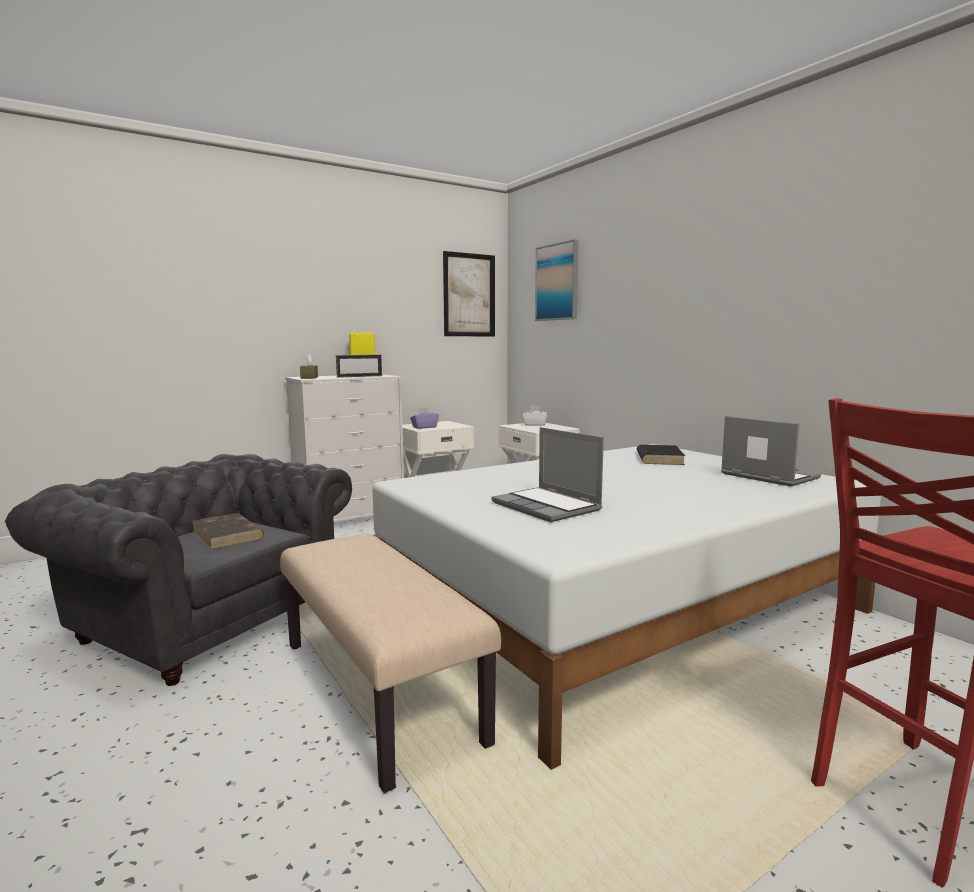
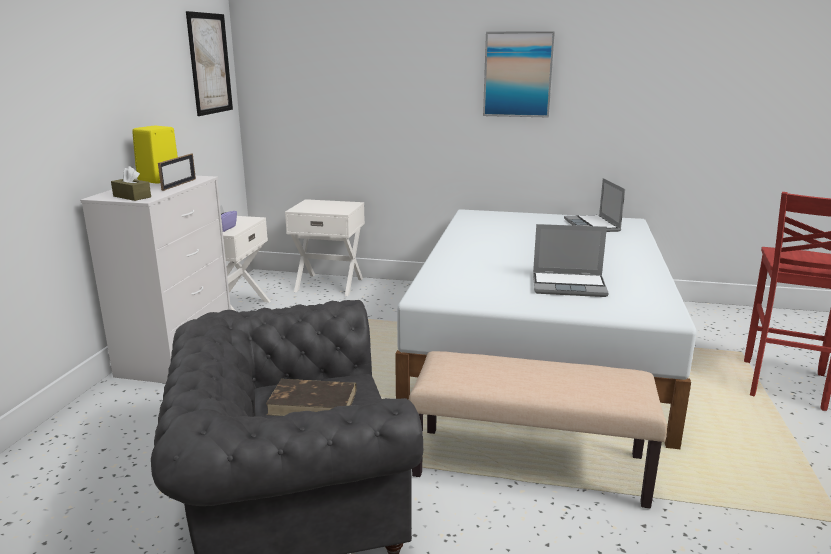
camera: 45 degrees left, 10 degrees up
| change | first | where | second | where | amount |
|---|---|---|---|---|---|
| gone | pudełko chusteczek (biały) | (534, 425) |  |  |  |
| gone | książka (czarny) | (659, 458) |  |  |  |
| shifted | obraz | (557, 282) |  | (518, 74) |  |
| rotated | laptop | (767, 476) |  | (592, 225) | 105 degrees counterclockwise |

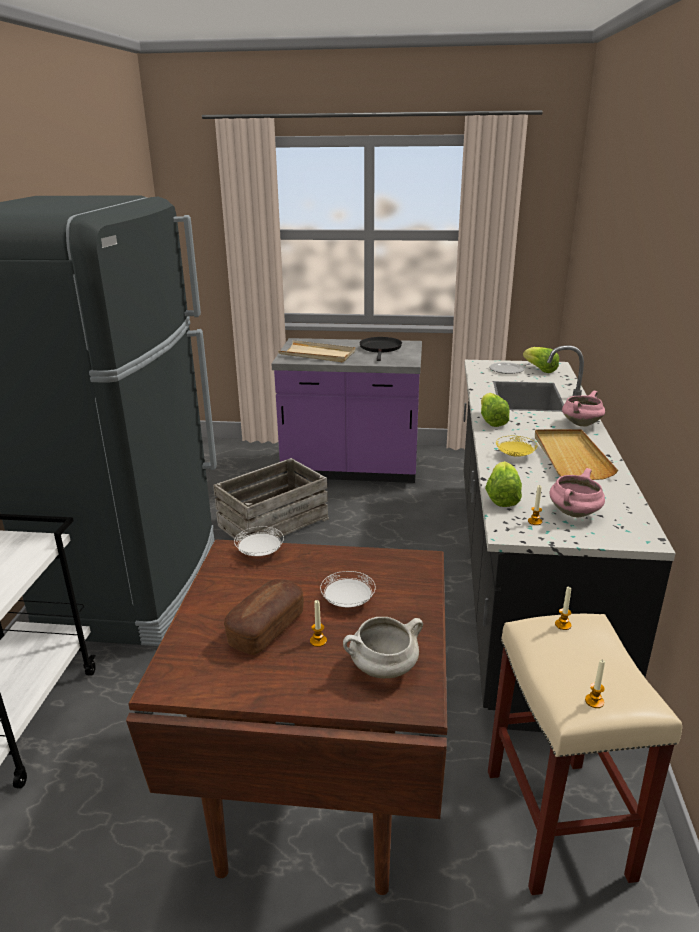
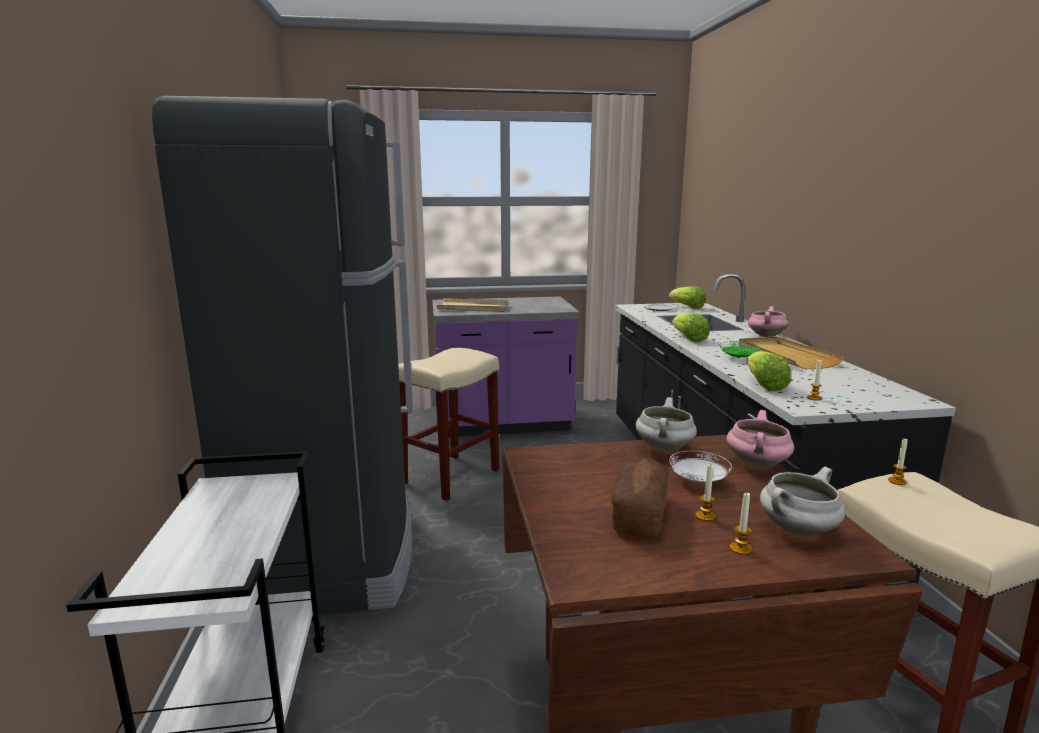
camera: 15 degrees left, 10 degrees down
| change | first | where | second | where | amount |
|---|---|---|---|---|---|
| gone | talerz (biały) | (260, 553) |  |  |  |
| gone | patelnia (czarny) | (380, 348) |  |  |  |
| new |  |  | garnek (biały) | (665, 449) |  |
| shifted | garnek (różowy) | (574, 514) |  | (758, 465) |  |
| shifted | świeca | (594, 701) |  | (740, 549) |  |
| swapped | skrzynka | (273, 522) | stołek (beżowy) | (451, 476) |  |
| repainted | talerz (żółty) | (514, 456) | talerz (zielony) | (738, 358) |  |

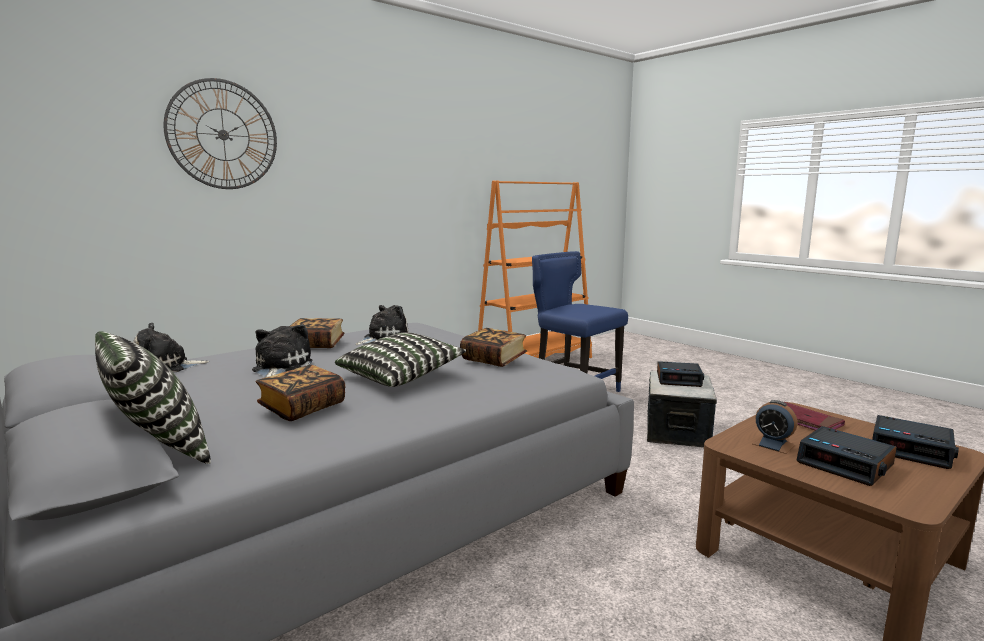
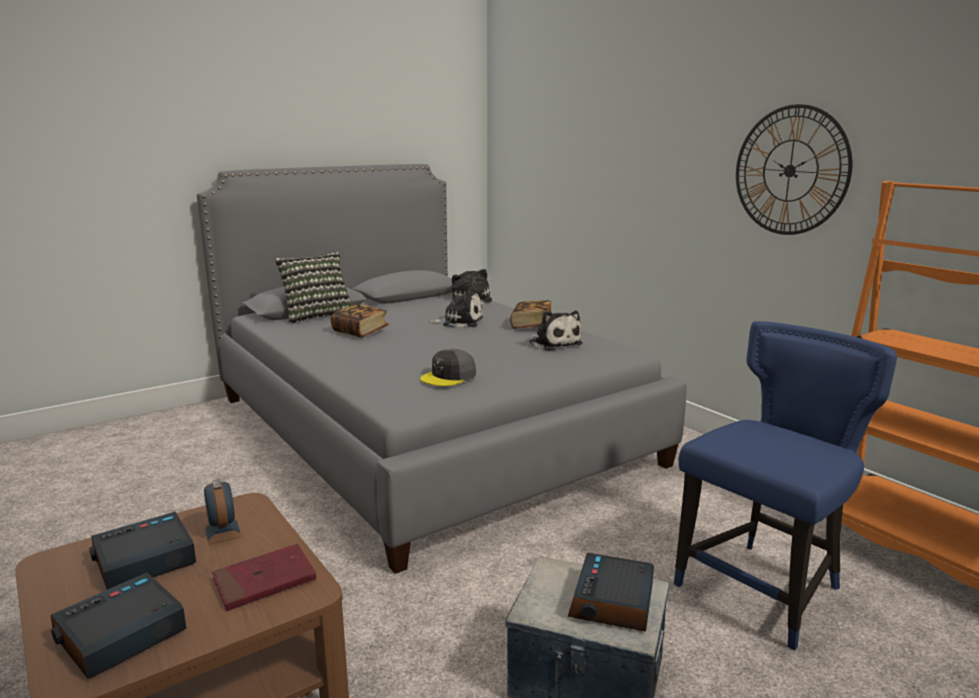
camera: 95 degrees right, 5 degrees up
| change | first | where | second | where | amount |
|---|---|---|---|---|---|
| gone | poduszka | (401, 376) |  |  |  |
| shifted | zegar ścienny | (223, 135) |  | (790, 171) |  |
| swapped | książka | (493, 360) | czapka z daszkiem (szary) | (449, 376) |  |
| rotated | budzik | (773, 445) |  | (222, 531) | 105 degrees clockwise |

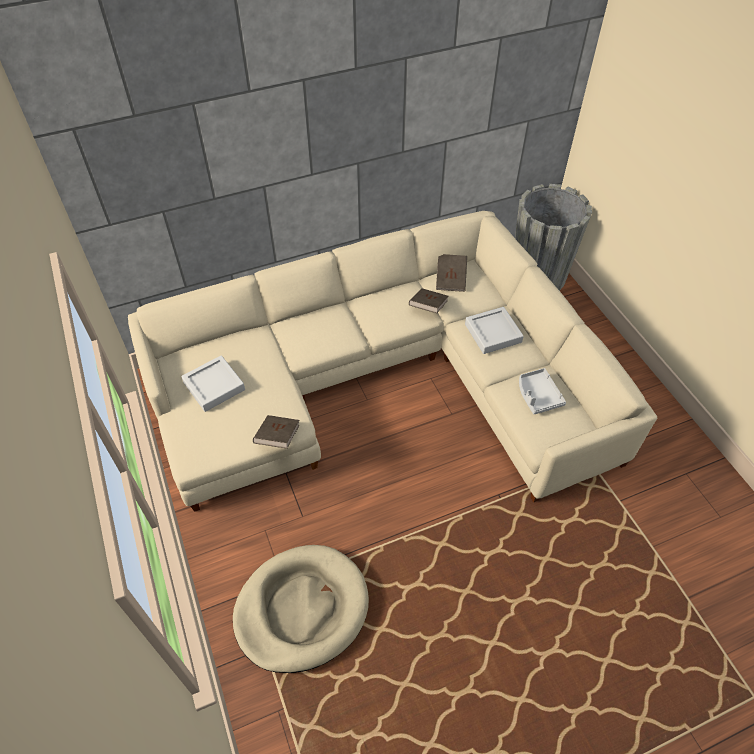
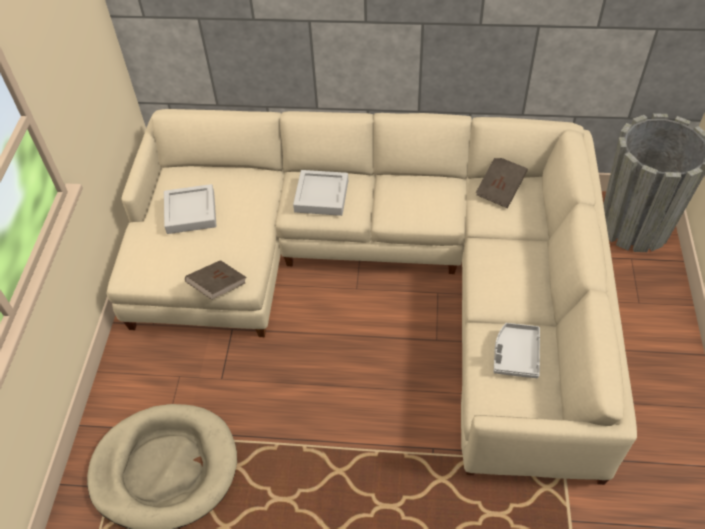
camera: 30 degrees right, 0 degrees up
| change | first | where | second | where | amount |
|---|---|---|---|---|---|
| gone | książka (brązowy) | (428, 307) |  |  |  |
| shifted | taca (szary) | (493, 333) |  | (321, 196) |  |

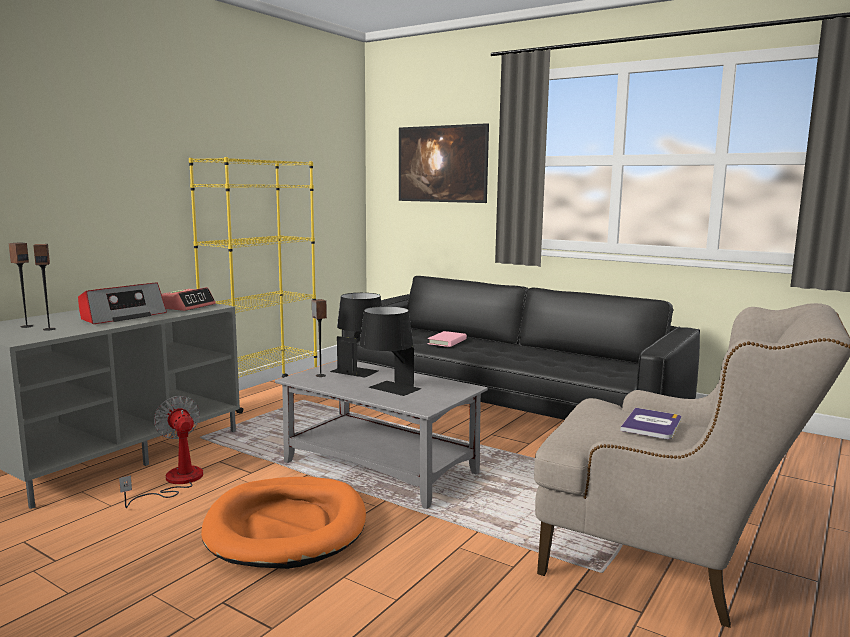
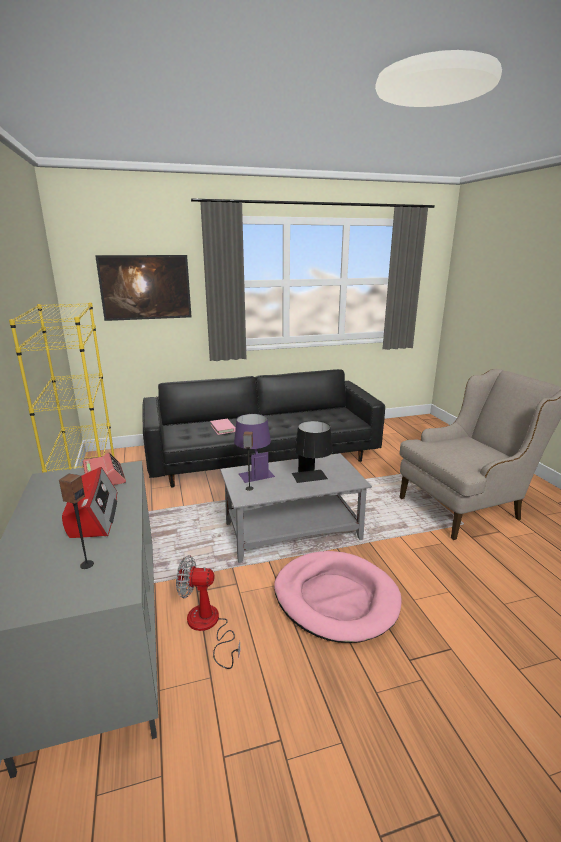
camera: 50 degrees left, 10 degrees up
| change | first | where | second | where | amount |
|---|---|---|---|---|---|
| gone | głośnik | (26, 326) |  |  |  |
| gone | książka | (651, 424) |  |  |  |
| repainted | legowisko (pomarańczowy) | (287, 527) | legowisko (różowy) | (336, 598) |  |
| repainted | lampa stołowa (czarny) | (359, 369) | lampa stołowa (fioletowy) | (253, 472) |  |

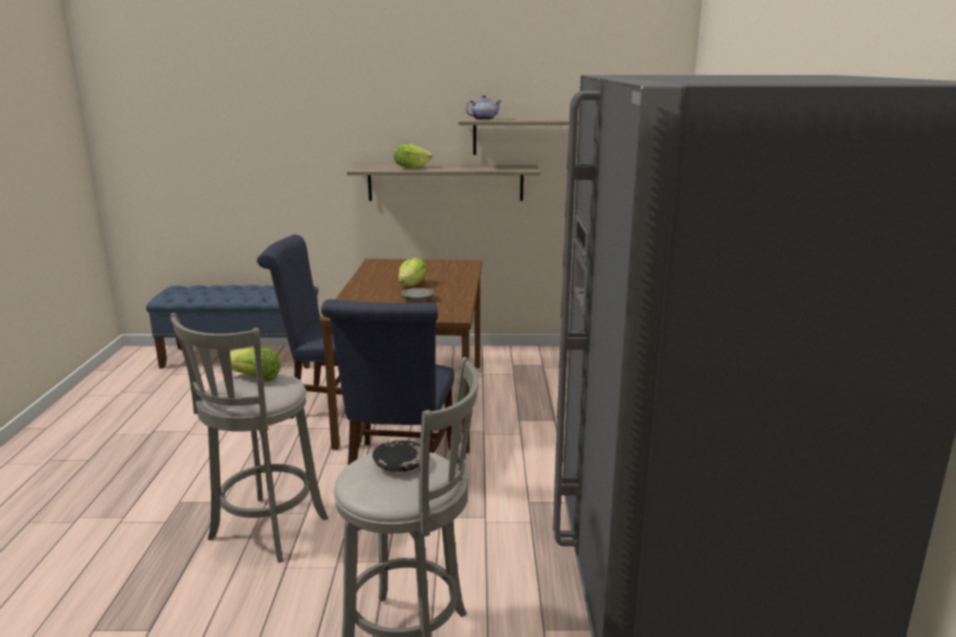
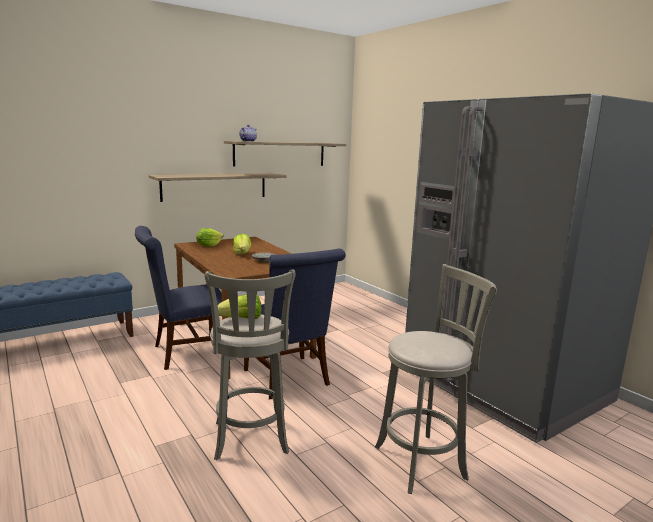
camera: 35 degrees left, 5 degrees down
| change | first | where | second | where | amount |
|---|---|---|---|---|---|
| gone | talerz (czarny) | (400, 464) |  |  |  |
| shifted | sałata | (411, 168) |  | (208, 246) |  |

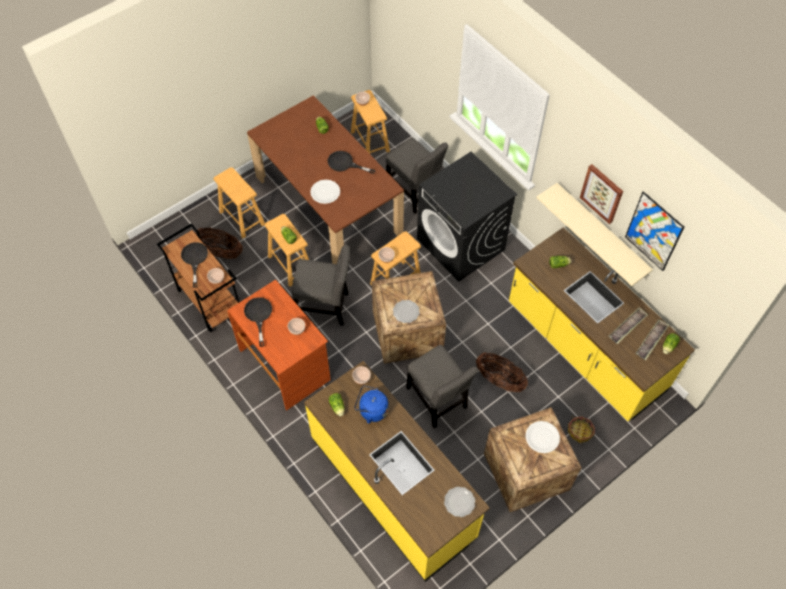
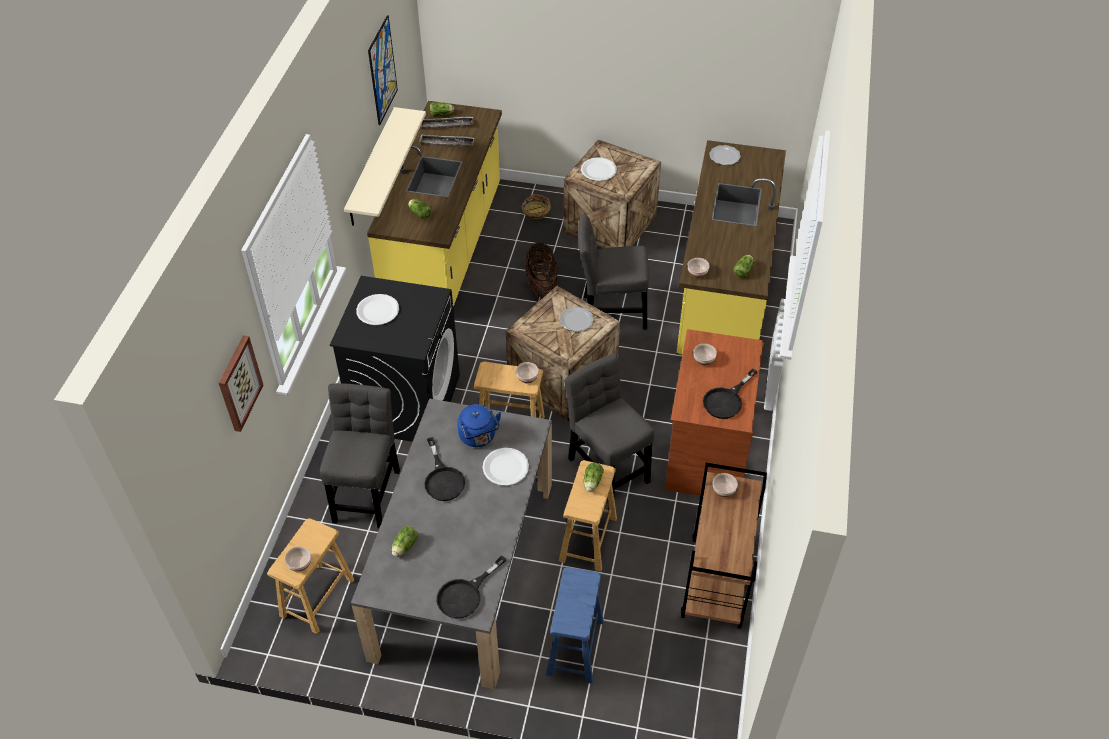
camera: 130 degrees left, 10 degrees down
| change | first | where | second | where | amount |
|---|---|---|---|---|---|
| gone | koszyk | (220, 252) |  |  |  |
| new |  |  | talerz (biały) | (378, 311) |  |
| shifted | patelnia (czarny) | (194, 259) |  | (465, 594) |  |
| shifted | czajnik (niebieski) | (371, 410) |  | (478, 437) |  |
| shifted | obraz | (602, 193) |  | (238, 383) |  |
| repainted | stołek (brązowy) | (242, 218) | stołek (niebieski) | (575, 647) |  |
| repainted | stół jadalny (brązowy) | (327, 204) | stół jadalny (szary) | (465, 568) |  |
| rotated | krzesło (szary) | (437, 400) |  | (610, 313) | 105 degrees counterclockwise |

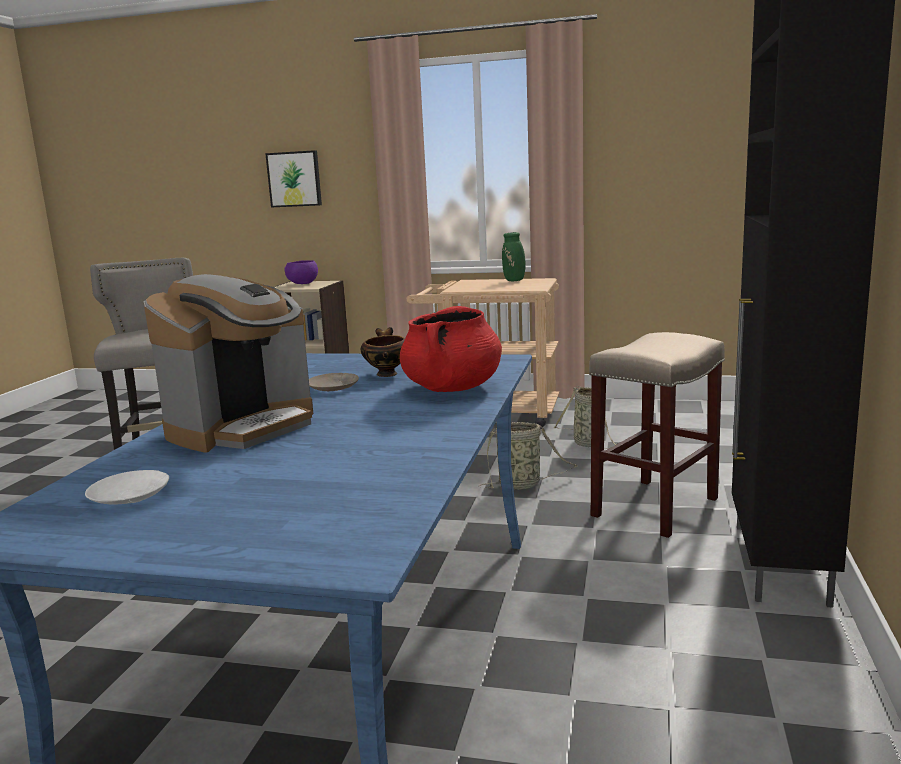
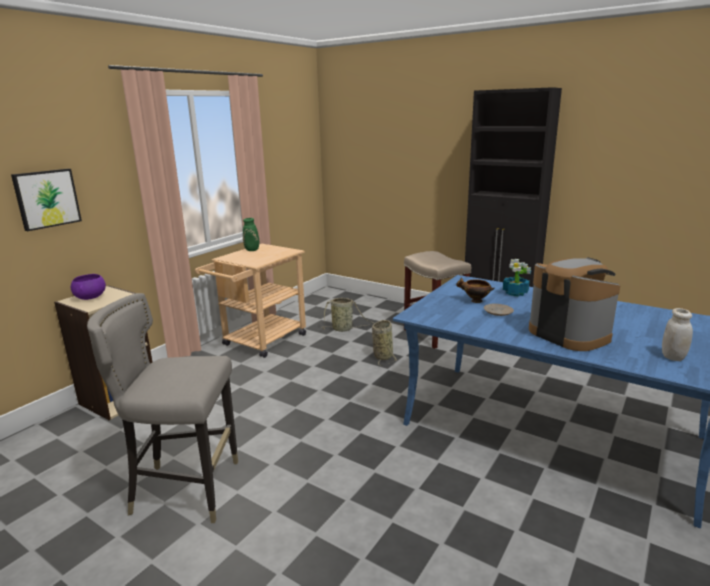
camera: 70 degrees left, 5 degrees up
| change | first | where | second | where | amount |
|---|---|---|---|---|---|
| swapped | talerz (biały) | (131, 496) | słoik (biały) | (673, 357) |  |
| swapped | garnek (czerwony) | (452, 388) | roślina doniczkowa | (515, 293) |  |

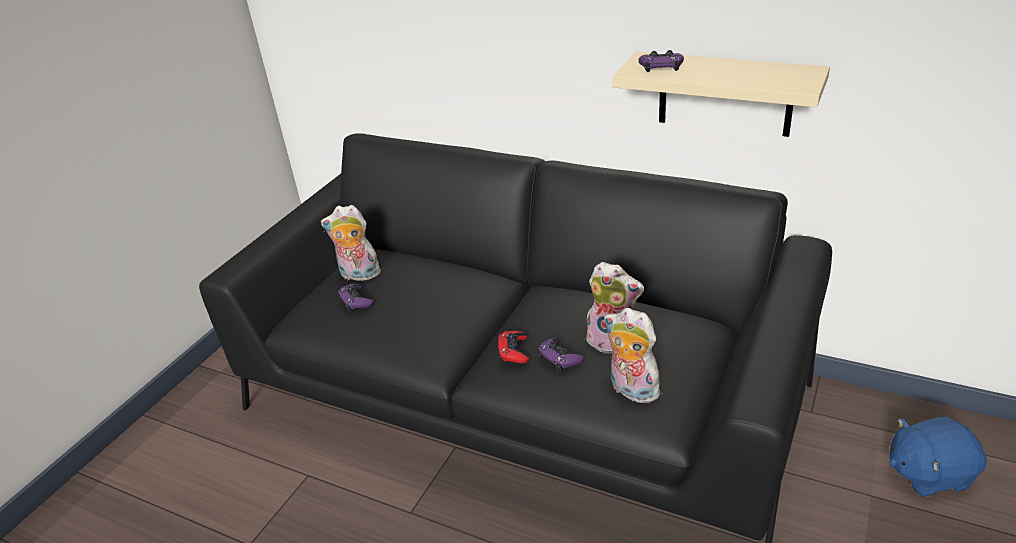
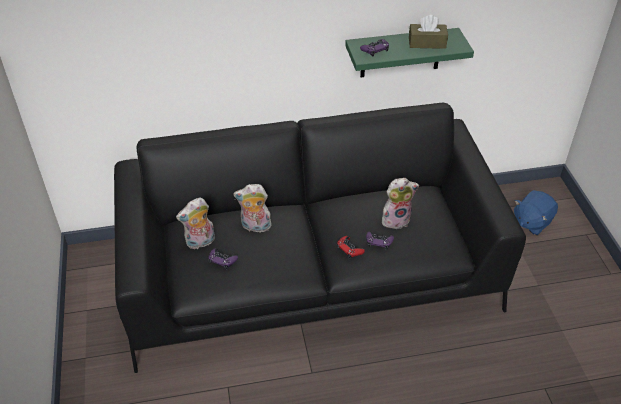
camera: 40 degrees left, 10 degrees up
| change | first | where | second | where | amount |
|---|---|---|---|---|---|
| new |  |  | pudełko chusteczek (brązowy) | (427, 43) |  |
| shifted | pluszak | (631, 390) |  | (255, 227) |  |
| repainted | półka (beżowy) | (725, 94) | półka (zielony) | (400, 53) |  |

